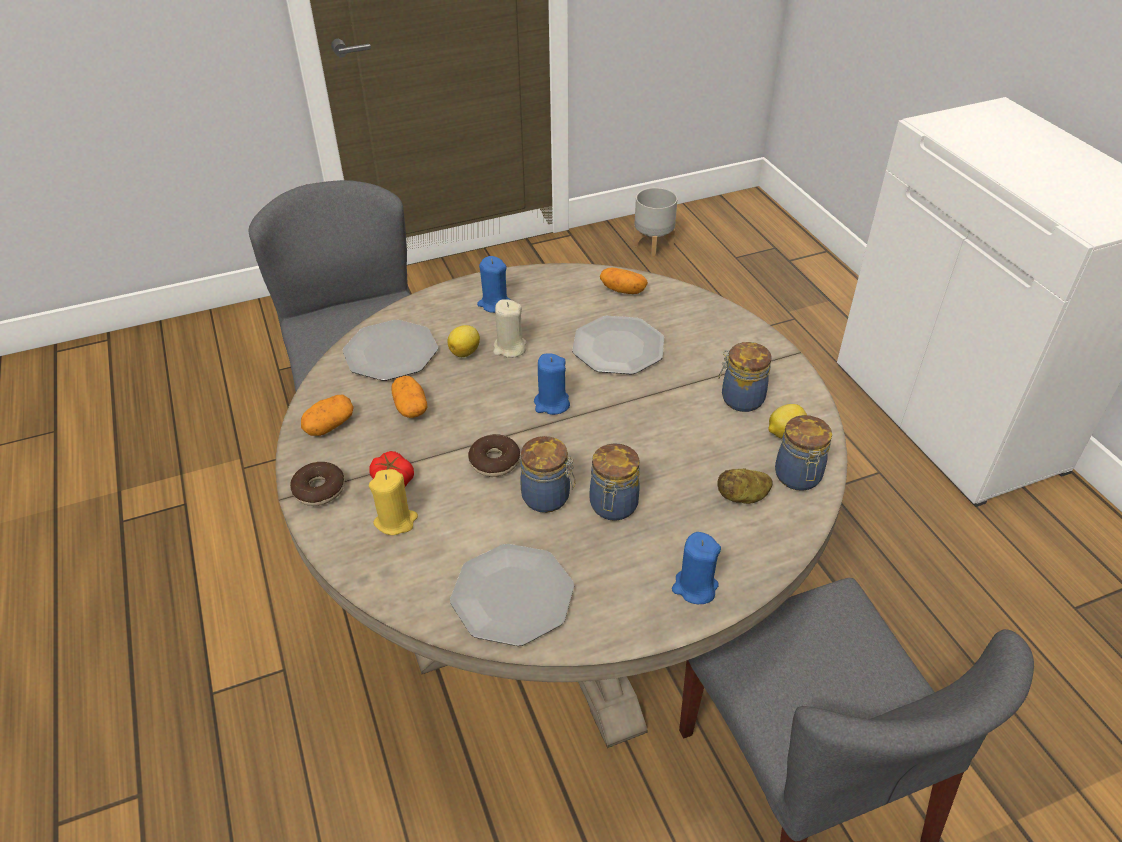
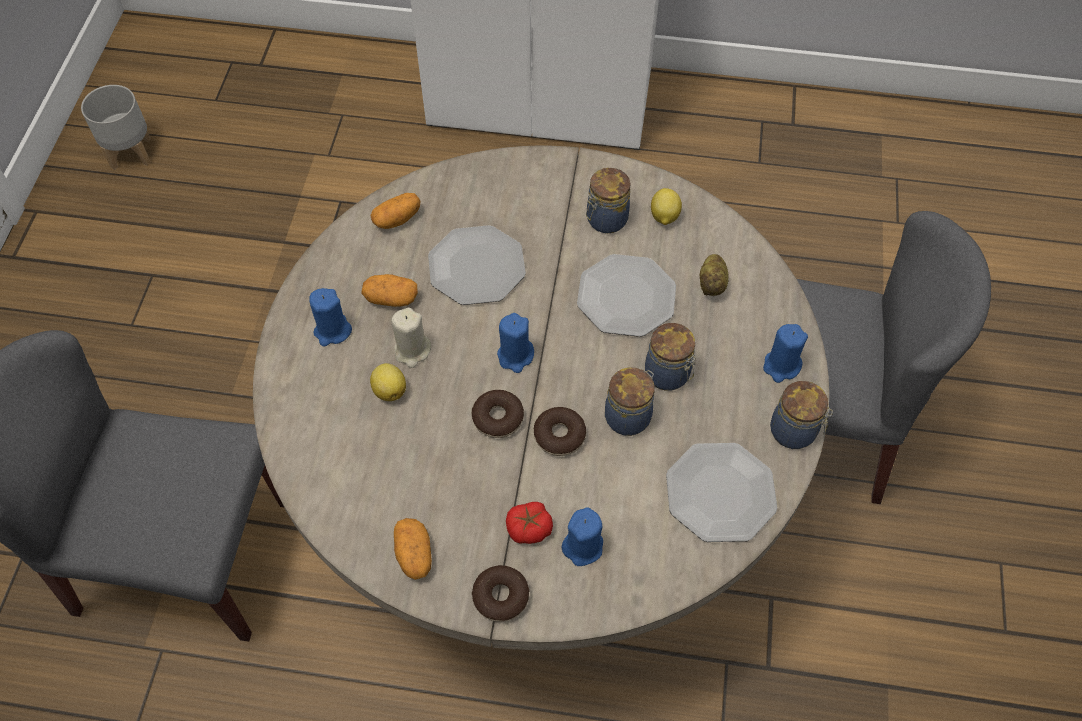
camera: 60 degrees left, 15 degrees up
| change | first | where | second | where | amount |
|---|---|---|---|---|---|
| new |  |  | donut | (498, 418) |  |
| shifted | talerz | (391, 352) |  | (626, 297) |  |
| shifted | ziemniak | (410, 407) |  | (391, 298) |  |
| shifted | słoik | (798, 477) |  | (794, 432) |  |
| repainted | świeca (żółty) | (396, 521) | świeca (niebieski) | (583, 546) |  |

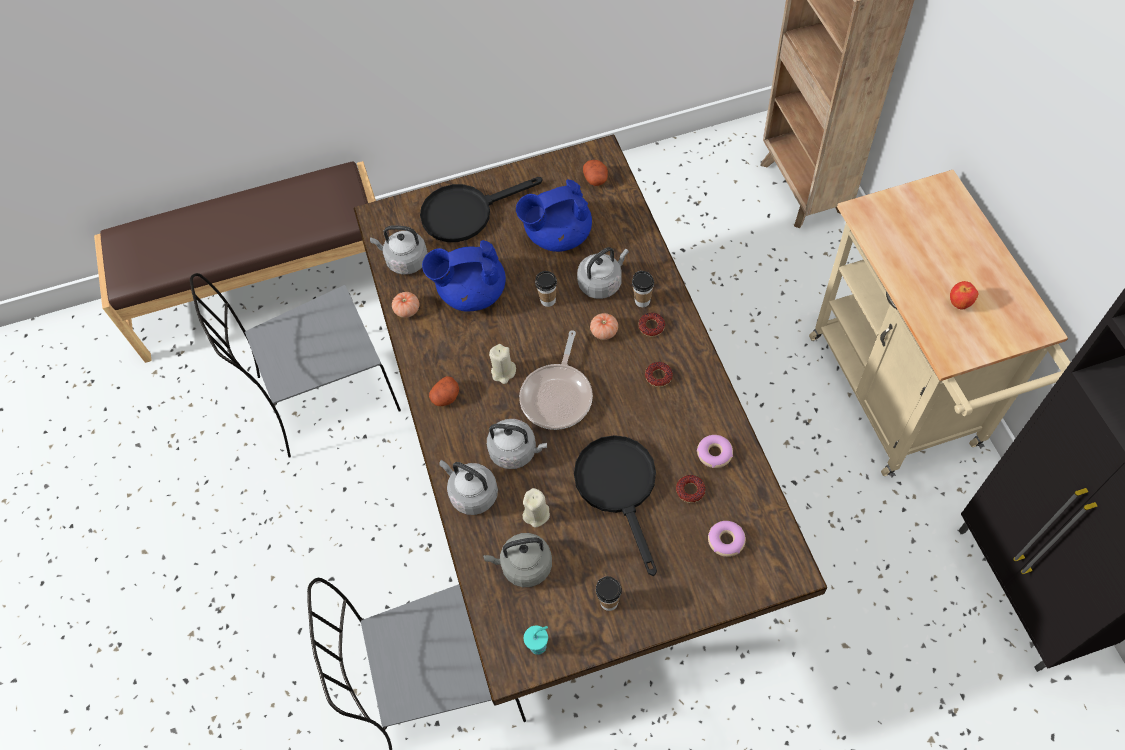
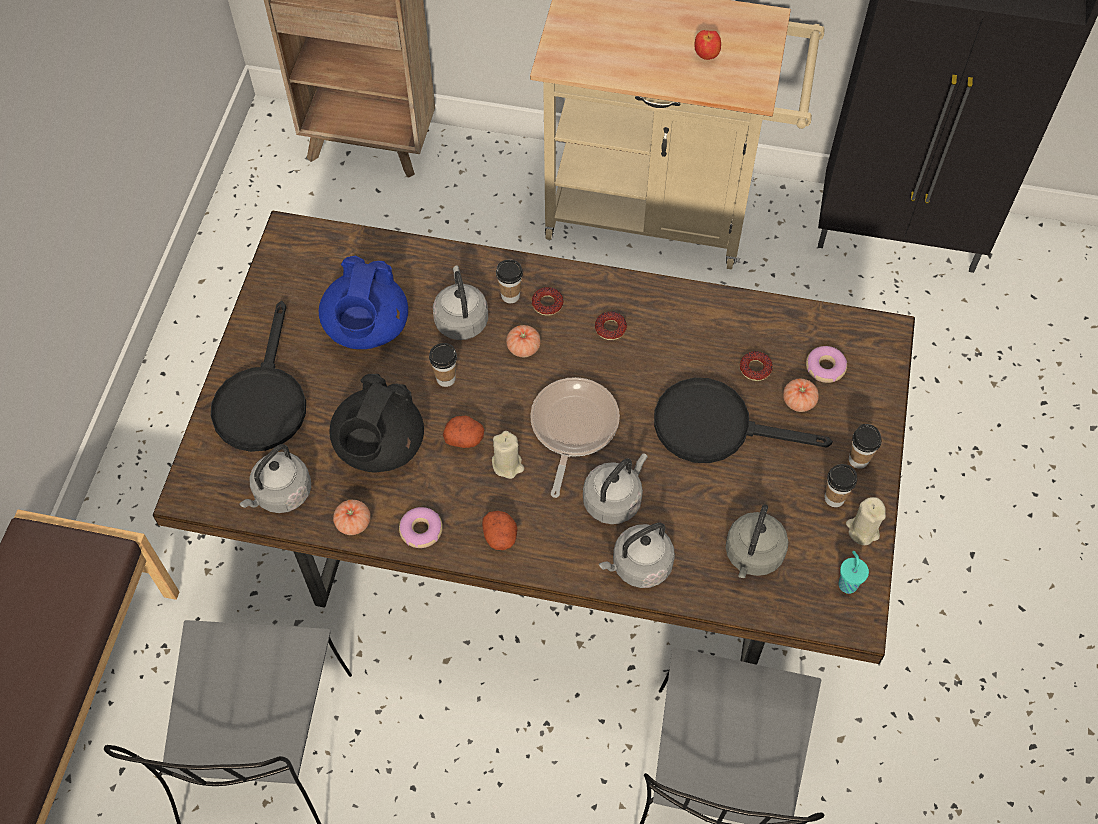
camera: 65 degrees left, 0 degrees up
| change | first | where | second | where | amount |
|---|---|---|---|---|---|
| new |  |  | pomidor | (798, 401) |  |
| new |  |  | filiżanka | (858, 460) |  |
| shifted | świeca (beżowy) | (536, 514) |  | (862, 530) |  |
| shifted | ziemniak | (596, 179) |  | (465, 438) |  |
| shifted | donut | (714, 453) |  | (421, 530) |  |
| repainted | imbryk (niebieski) | (471, 293) | imbryk (czarny) | (379, 447) |  |
| rotated | patelnia | (558, 395) |  | (572, 427) | 120 degrees counterclockwise |

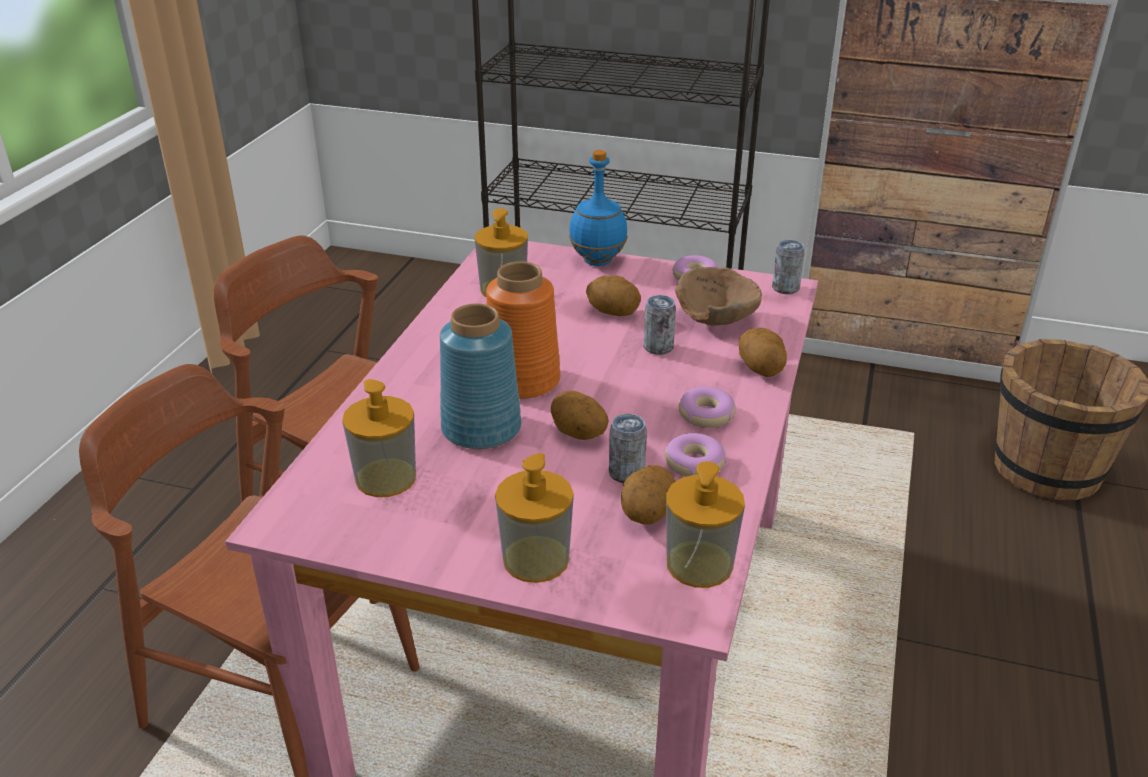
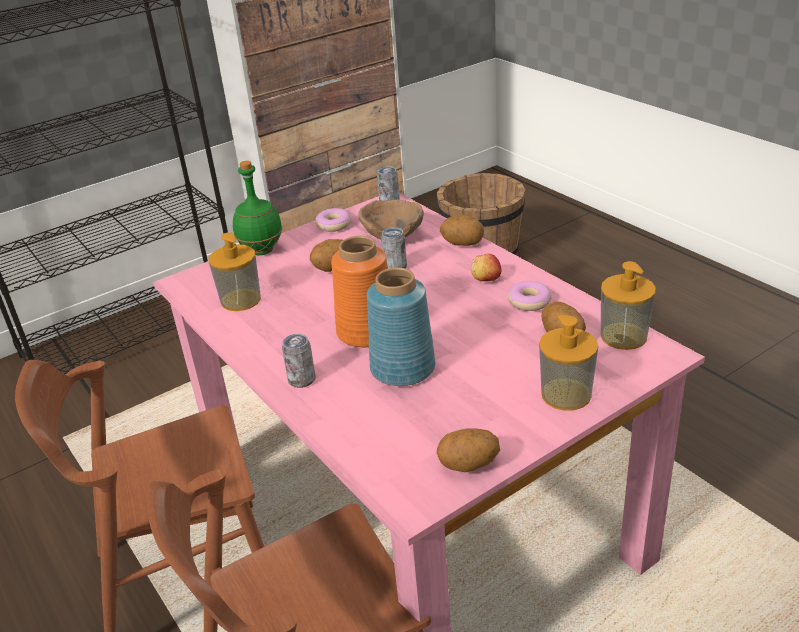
camera: 50 degrees left, 0 degrees up
| change | first | where | second | where | amount |
|---|---|---|---|---|---|
| gone | dozownik mydła | (385, 478) |  |  |  |
| shifted | ziemniak | (578, 435) |  | (468, 466) |  |
| shifted | puszka | (626, 474) |  | (302, 380) |  |
| swapped | donut | (706, 414) | jabłko | (486, 279) |  |
| repainted | butelka (niebieski) | (598, 261) | butelka (zielony) | (262, 250) |  |

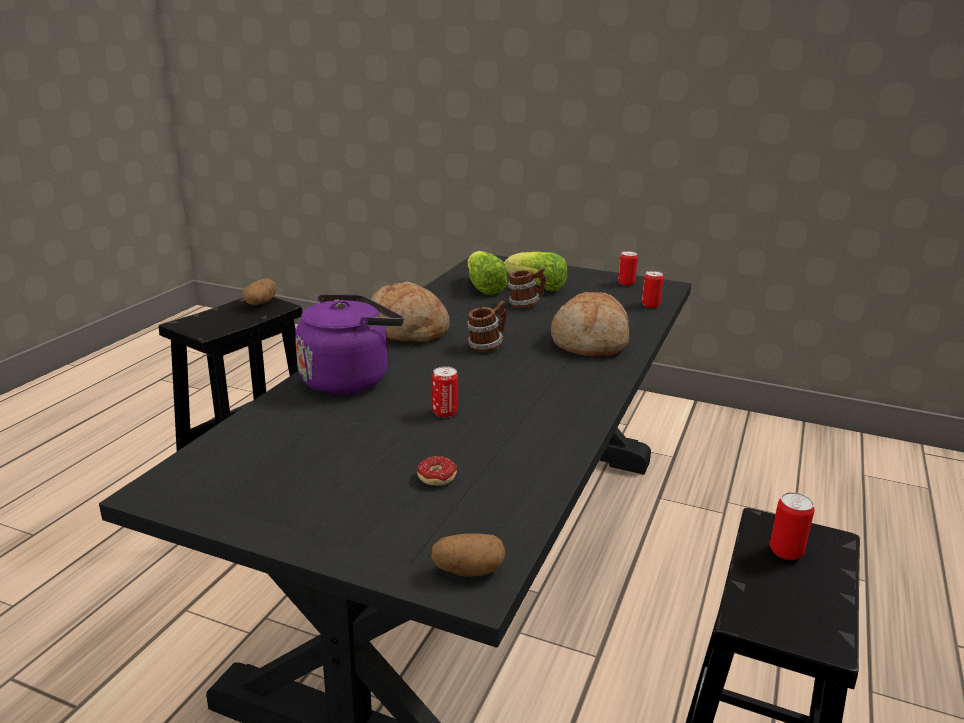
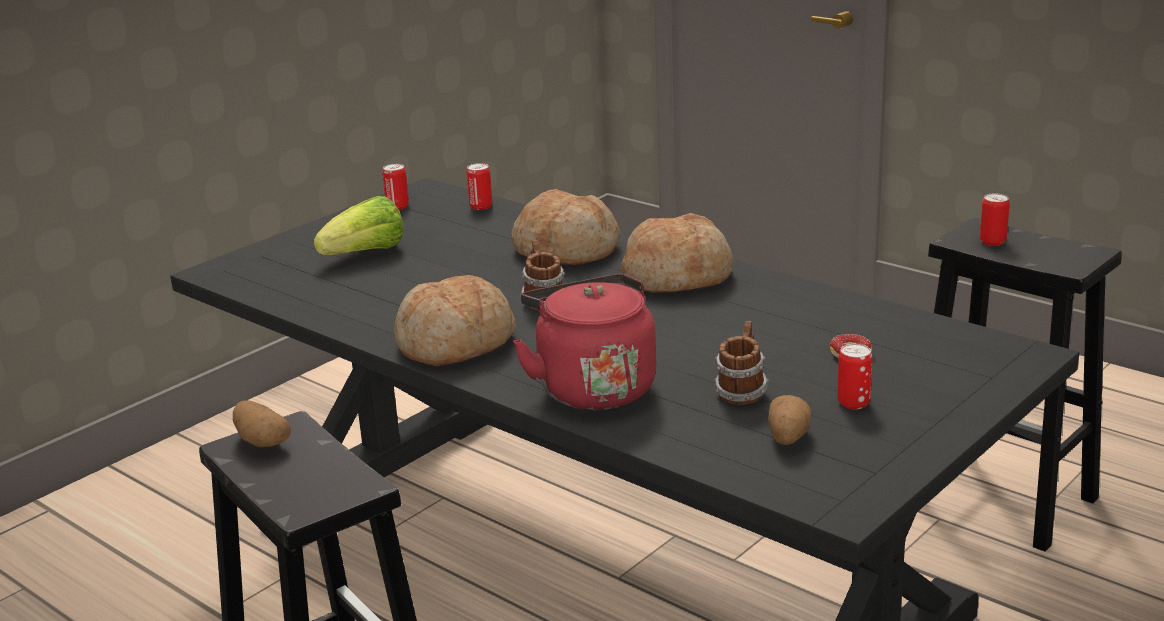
camera: 70 degrees left, 0 degrees up
| change | first | where | second | where | amount |
|---|---|---|---|---|---|
| gone | sałata | (483, 288) |  |  |  |
| new |  |  | chleb | (678, 276) |  |
| shifted | ziemniak | (468, 571) |  | (787, 437) |  |
| shifted | puszka | (445, 412) |  | (853, 403) |  |
| shifted | kubek | (525, 305) |  | (741, 393) |  |
| repainted | czajnik (fioletowy) | (349, 379) | czajnik (czerwony) | (592, 387) |  |

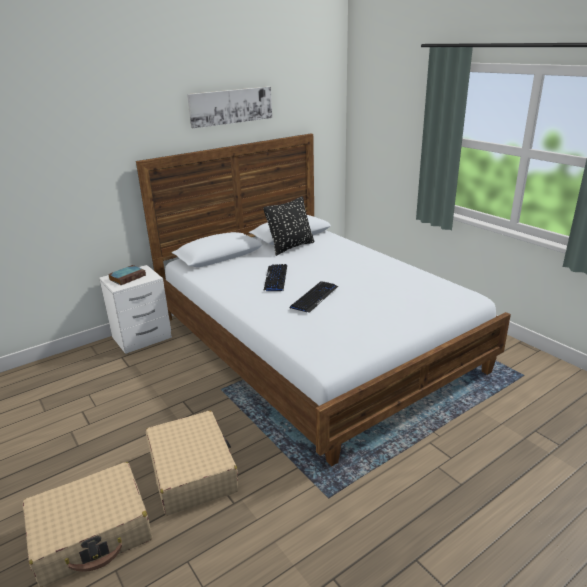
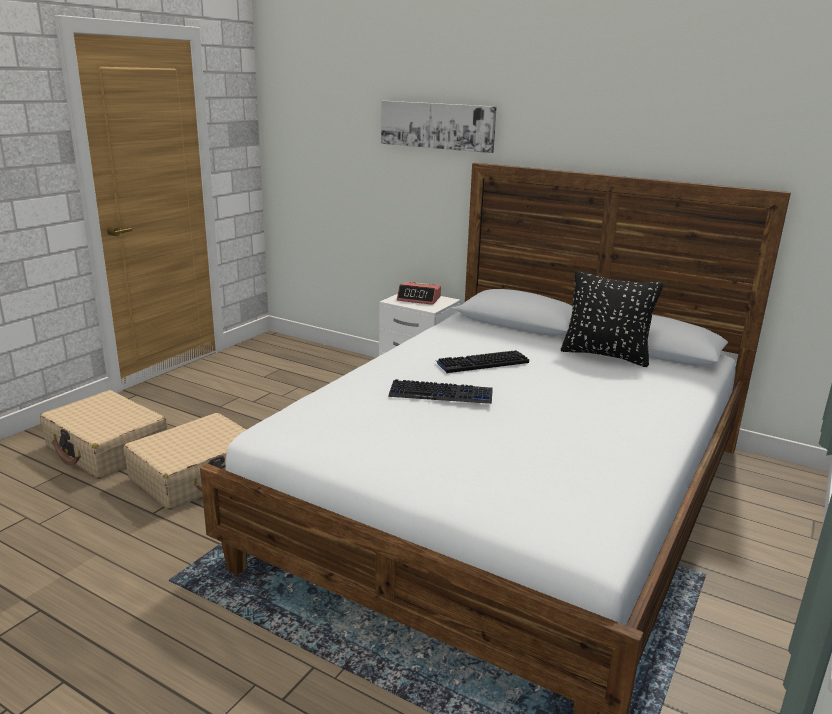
camera: 65 degrees right, 5 degrees down
| change | first | where | second | where | amount |
|---|---|---|---|---|---|
| shifted | obraz | (231, 106) |  | (437, 125) |  |
| swapped | książka | (128, 277) | budzik | (419, 299) |  |

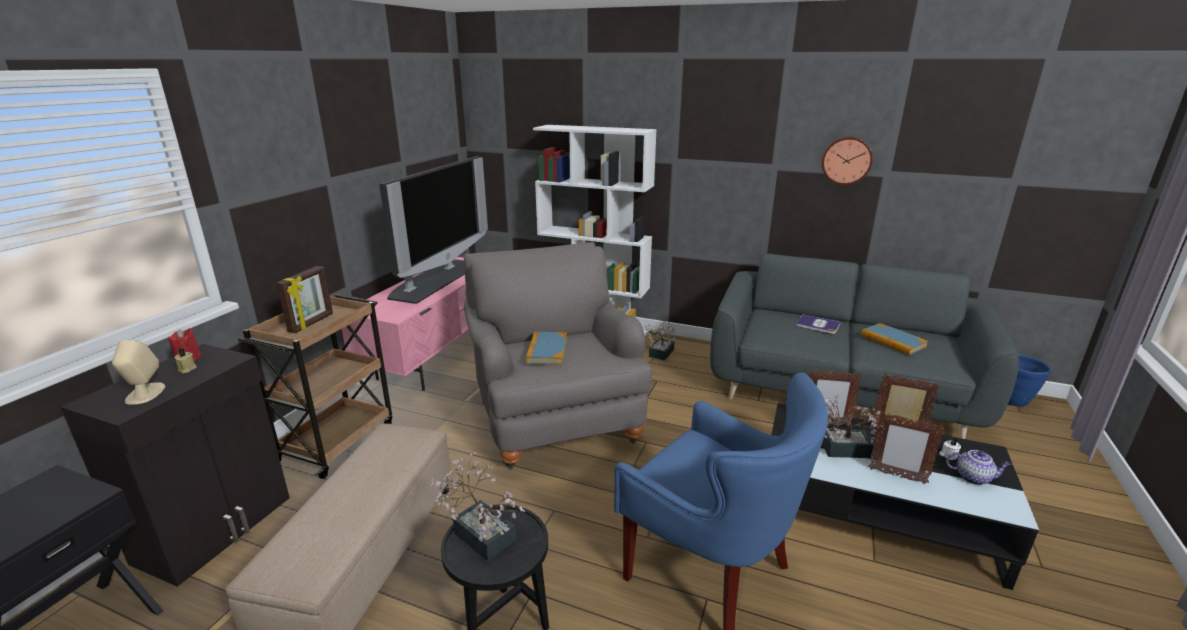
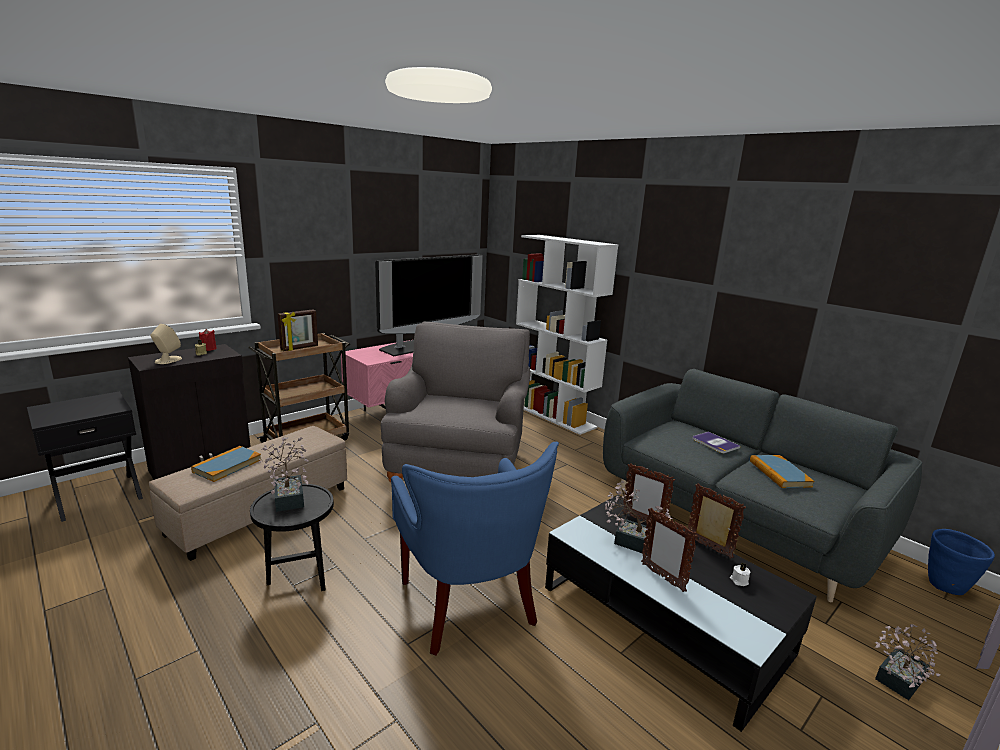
camera: 25 degrees right, 5 degrees down
| change | first | where | second | where | amount |
|---|---|---|---|---|---|
| gone | zegar ścienny | (846, 160) |  |  |  |
| gone | imbryk | (973, 477) |  |  |  |
| shifted | książka | (547, 350) |  | (227, 466) |  |
| shifted | roślina doniczkowa | (659, 354) |  | (897, 681) |  |

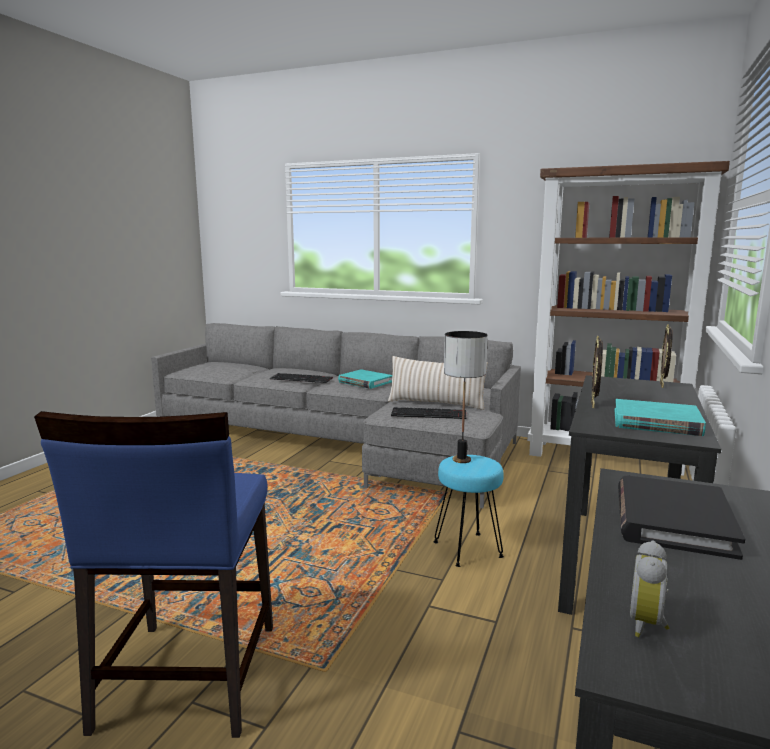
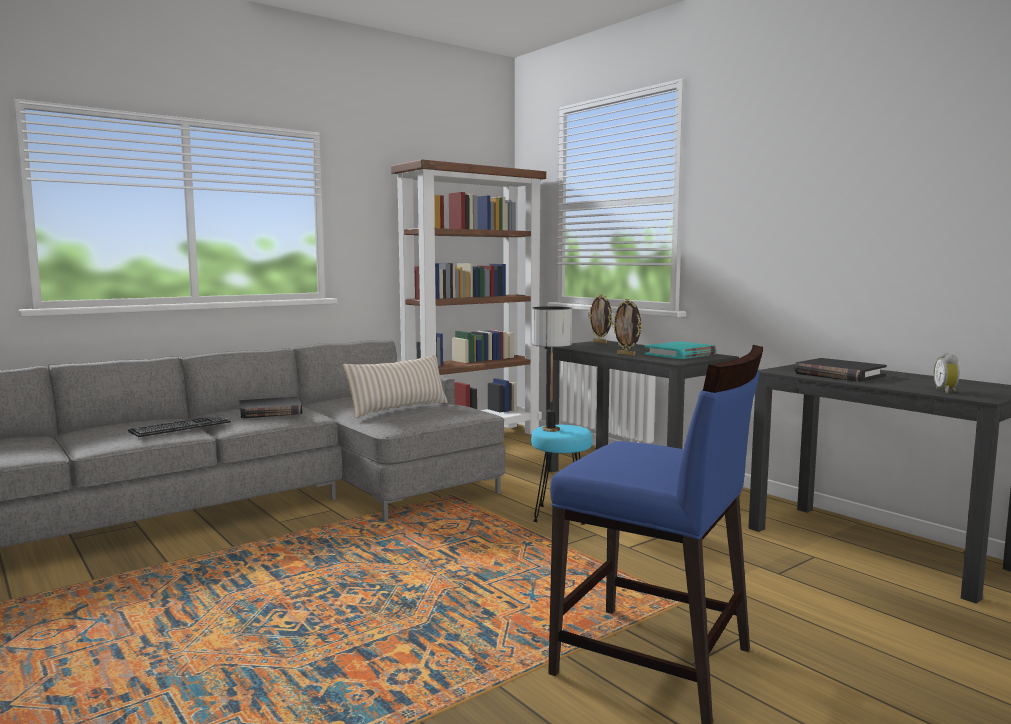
camera: 60 degrees left, 5 degrees down
| change | first | where | second | where | amount |
|---|---|---|---|---|---|
| gone | klawiatura | (429, 413) |  |  |  |
| repainted | książka (turkusowy) | (365, 382) | książka (czarny) | (270, 411) |  |
| rotated | budzik | (648, 625) |  | (946, 391) | 45 degrees clockwise |

